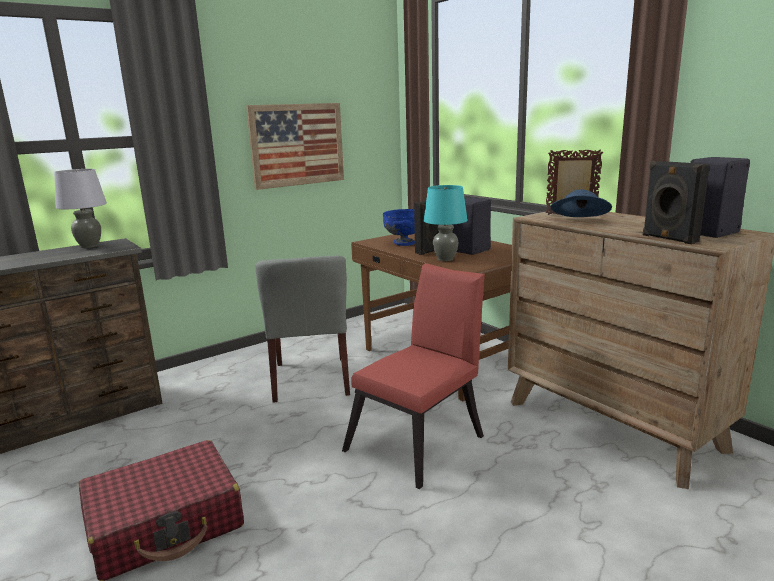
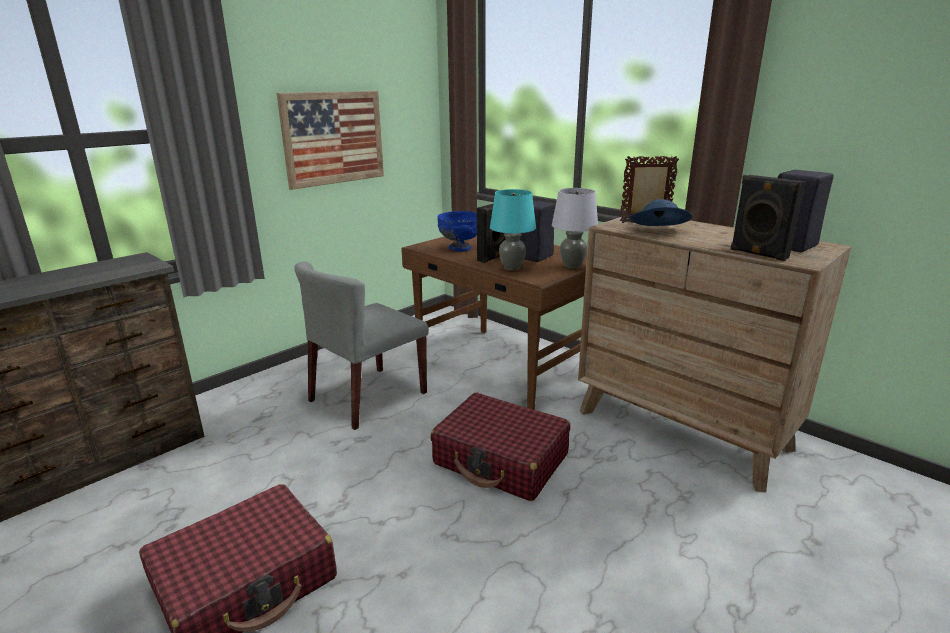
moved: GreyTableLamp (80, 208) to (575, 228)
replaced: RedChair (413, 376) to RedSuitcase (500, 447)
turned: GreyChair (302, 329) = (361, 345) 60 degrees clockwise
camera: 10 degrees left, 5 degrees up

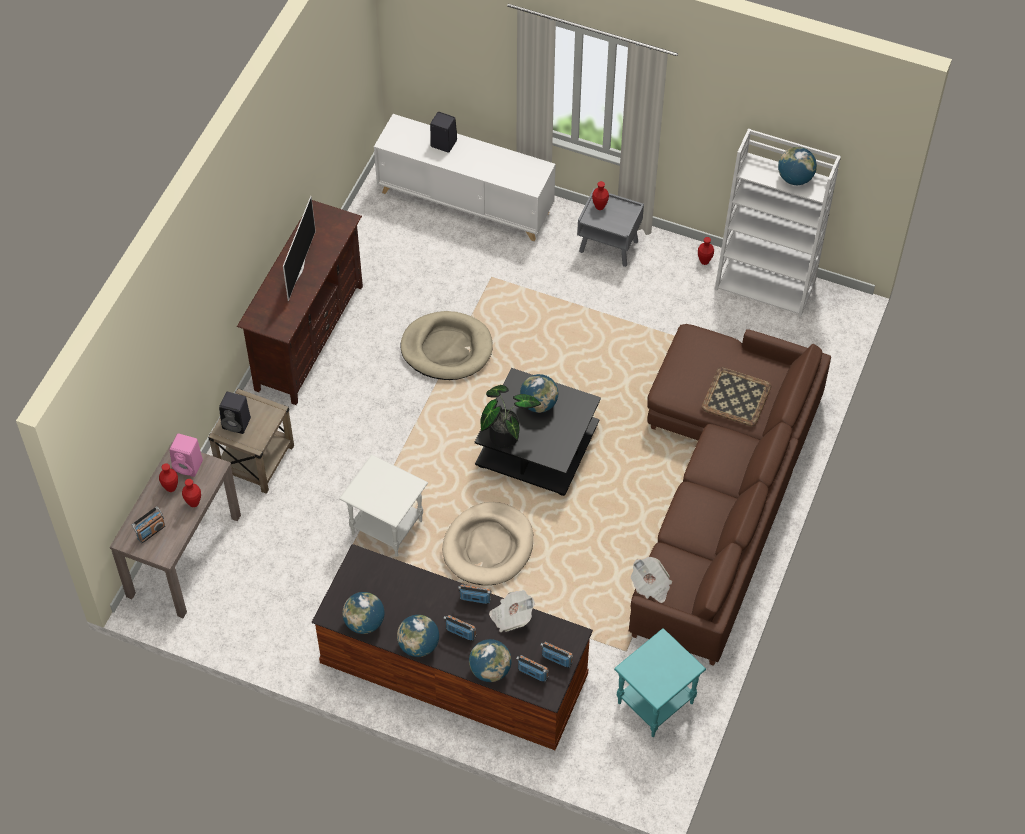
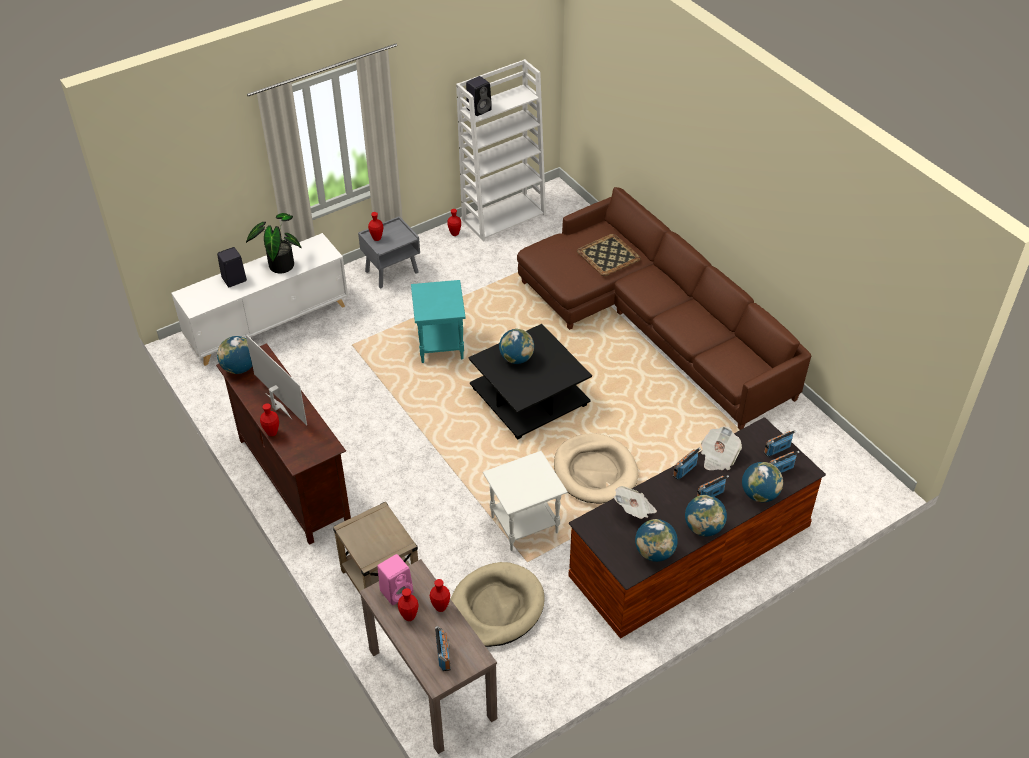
added: RedVase (269, 420)
moved: BlackSpeaker (235, 413) to (479, 96); BeigeDogBed (446, 345) to (498, 604); PottedPlant (511, 416) to (274, 243); TurquoiseSideTable (660, 682) to (438, 321); Newspaper (651, 580) to (635, 502); Globe (797, 166) to (234, 355)
camera: 55 degrees left, 10 degrees down

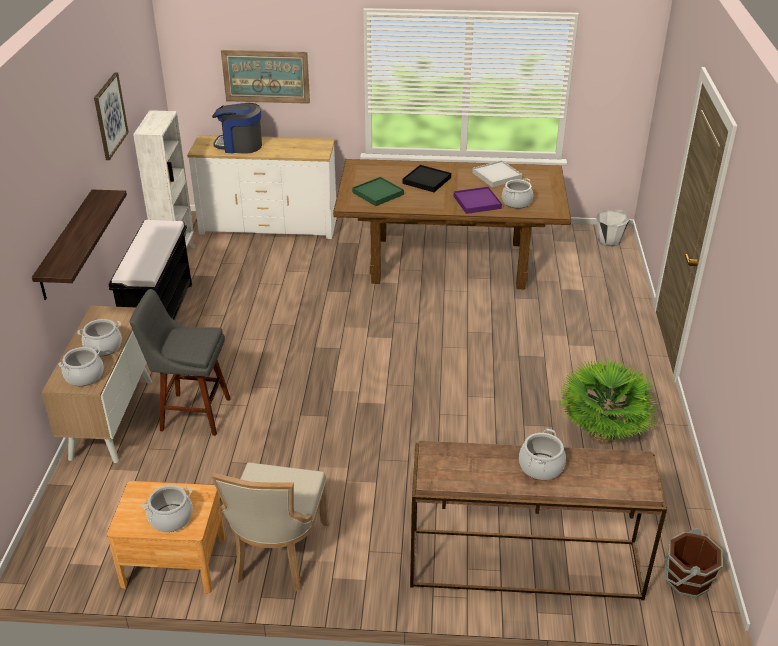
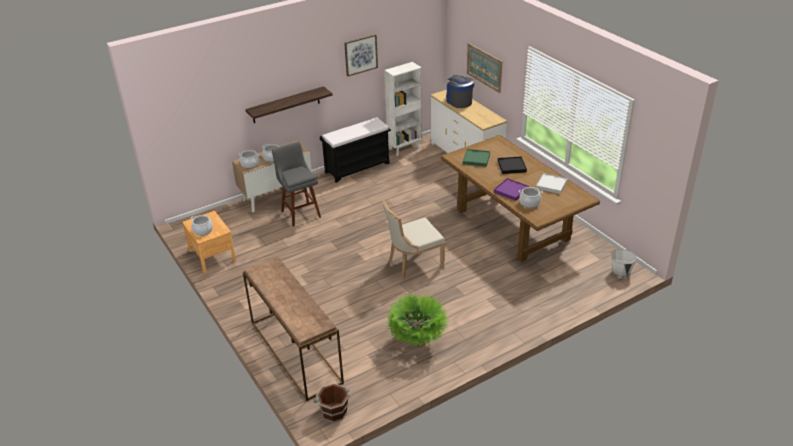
removed: CookingPot (542, 454)
moved: BeigeChair (271, 526) to (413, 239)
camera: 55 degrees right, 0 degrees up

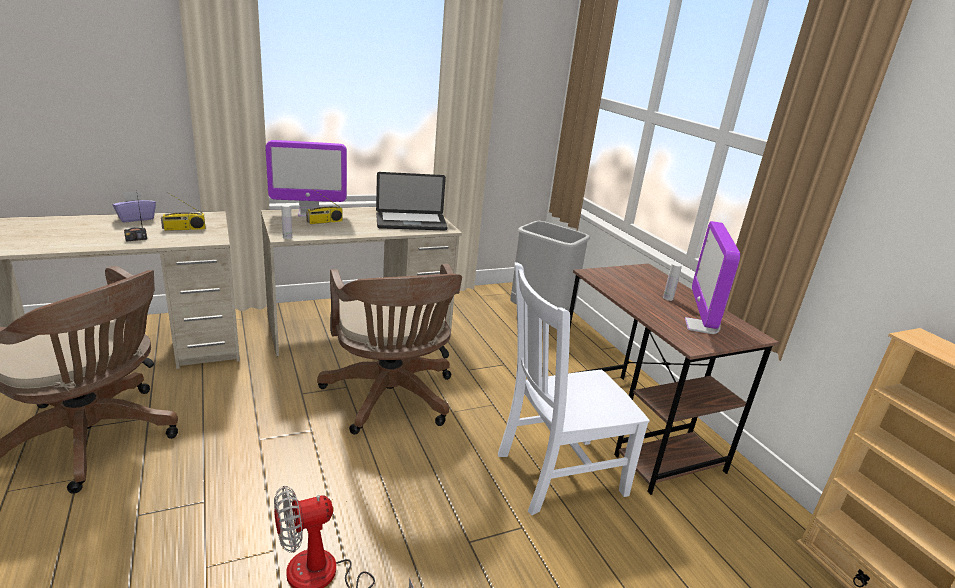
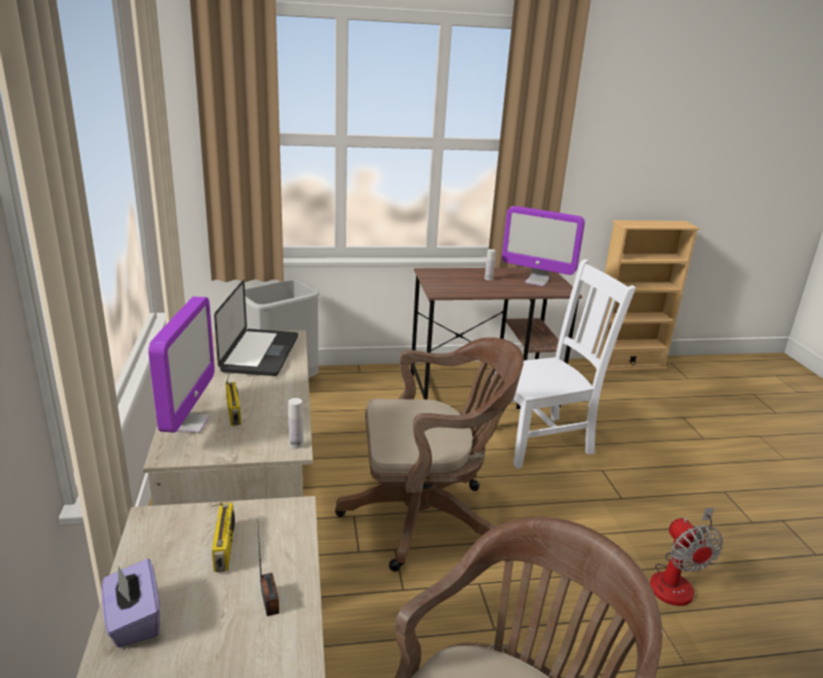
turned: WhiteChair (574, 388) = (563, 364) 105 degrees counterclockwise
camera: 75 degrees left, 0 degrees up

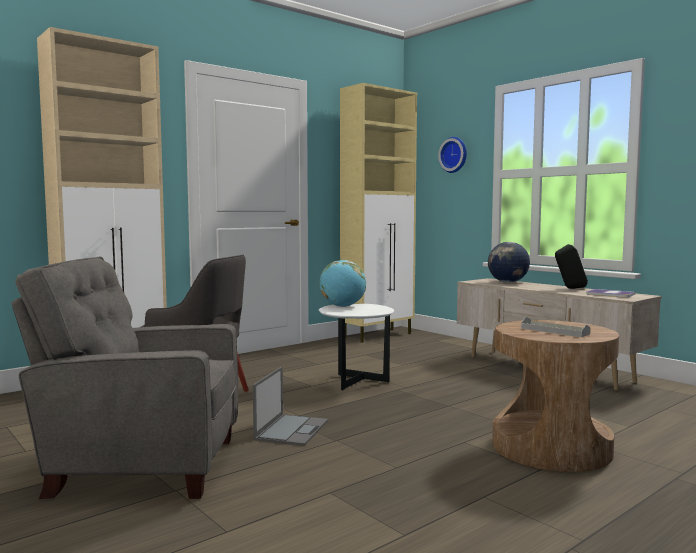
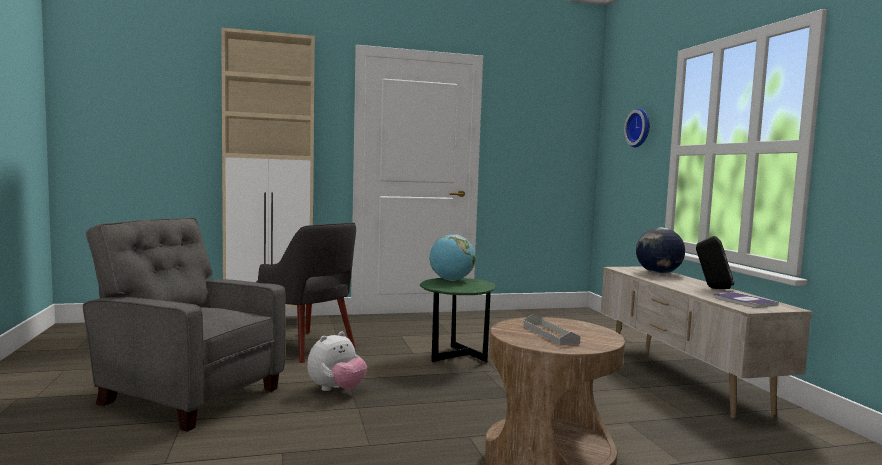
removed: BeigeCabinet (378, 213)
replaced: Laptop (290, 406) to PlushToy (337, 361)
recoloured: WhiteSideTable (356, 347) to GreenSideTable (457, 320)
camera: 25 degrees right, 0 degrees up

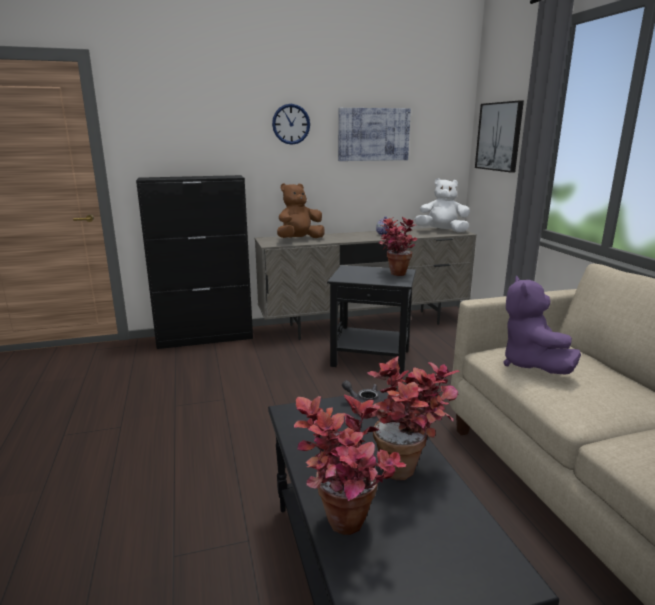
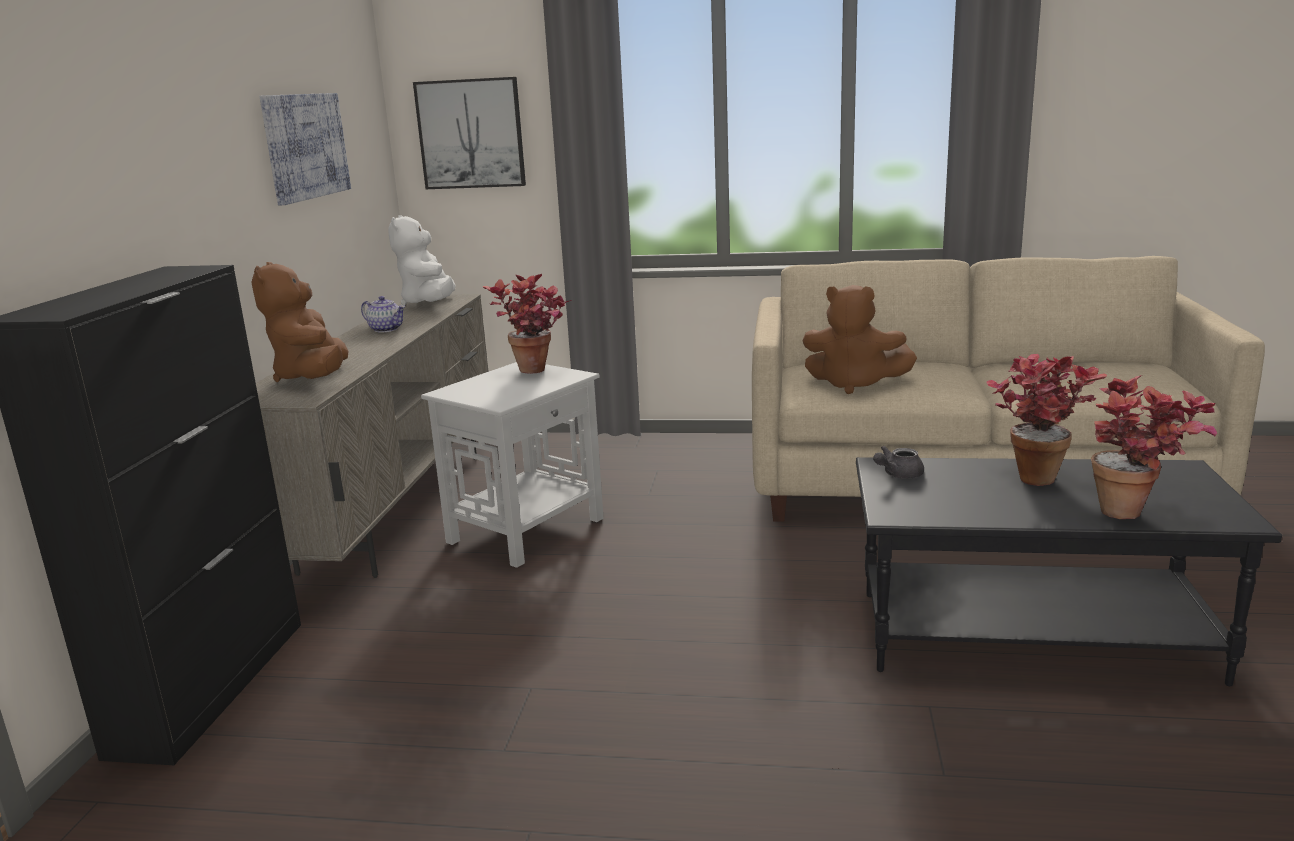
removed: WallClock (291, 124)
recoloured: BlackSideTable (371, 319) to WhiteSideTable (512, 465); PurplePlushToy (542, 325) to BrownPlushToy (859, 339)
turned: WhitePlushToy (442, 205) = (422, 260) 45 degrees counterclockwise
camera: 65 degrees left, 0 degrees up

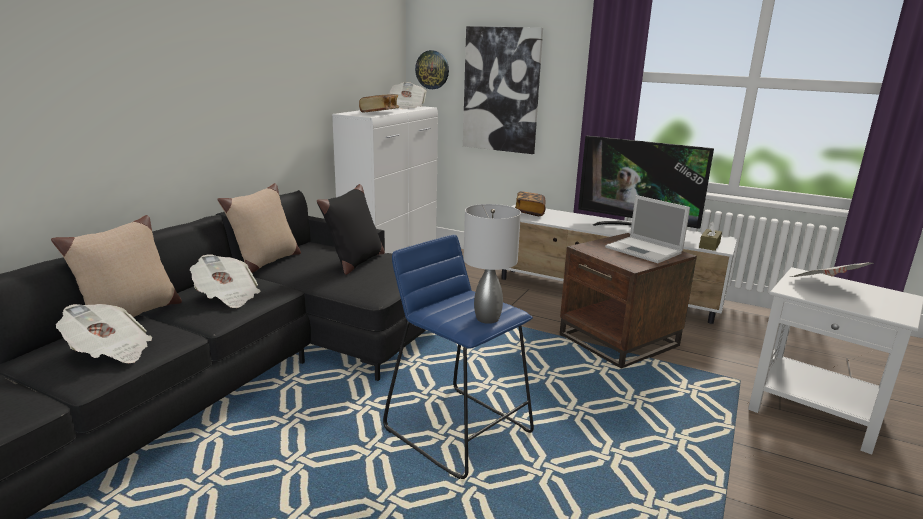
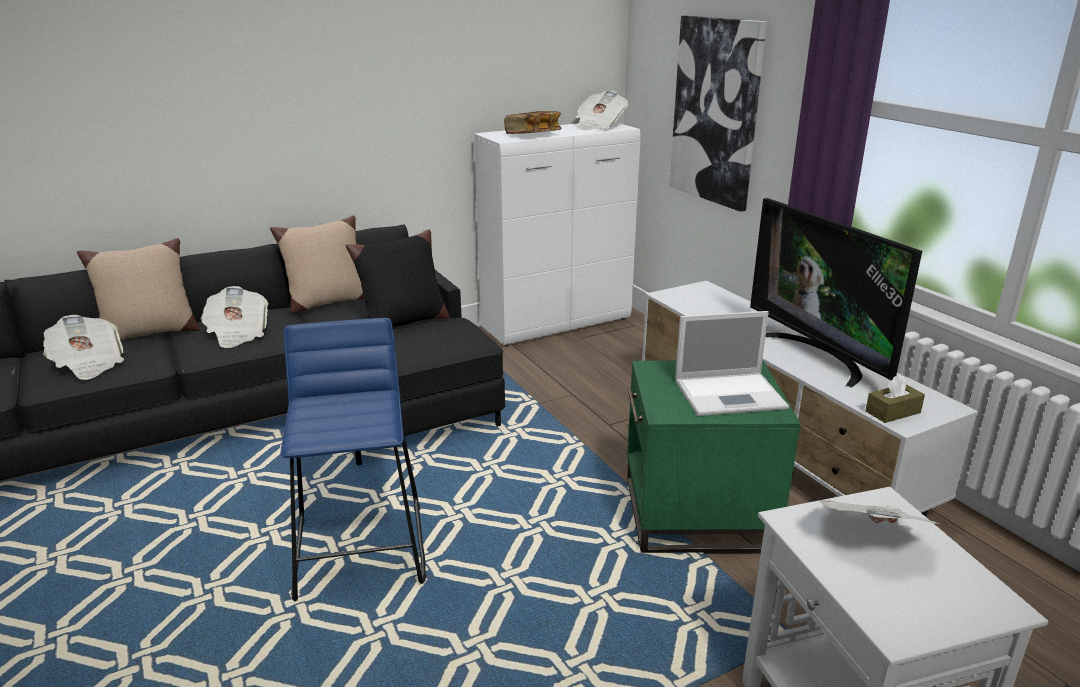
removed: WallClock (432, 69); GreyTableLamp (492, 264); Book (530, 203)
recoloured: BrownSideTable (628, 301) to GreenSideTable (714, 457)
turned: Laptop (647, 229) = (732, 363) 90 degrees counterclockwise
camera: 35 degrees right, 5 degrees up

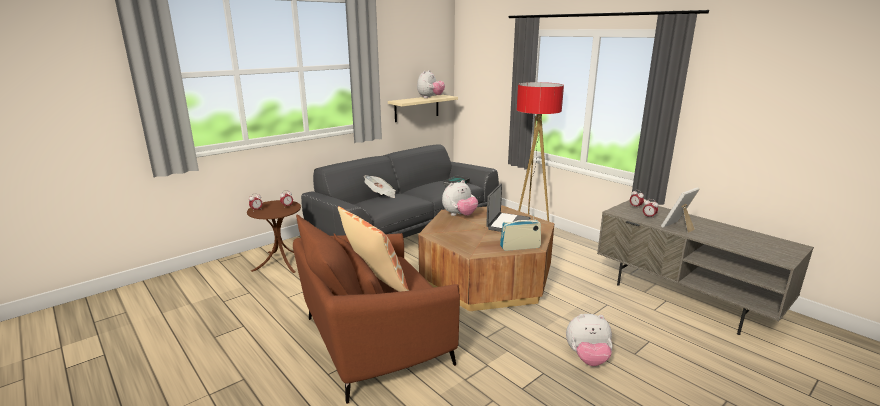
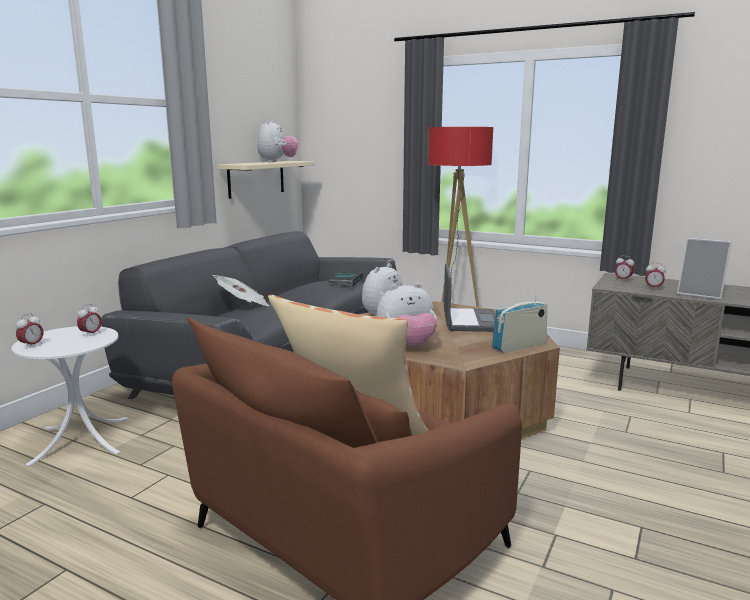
moved: PlushToy (589, 340) to (407, 314)
recoloured: BrownSideTable (274, 236) to WhiteSideTable (70, 396)
turned: PictureFrame (680, 210) = (704, 269) 90 degrees counterclockwise
camera: 20 degrees left, 5 degrees down

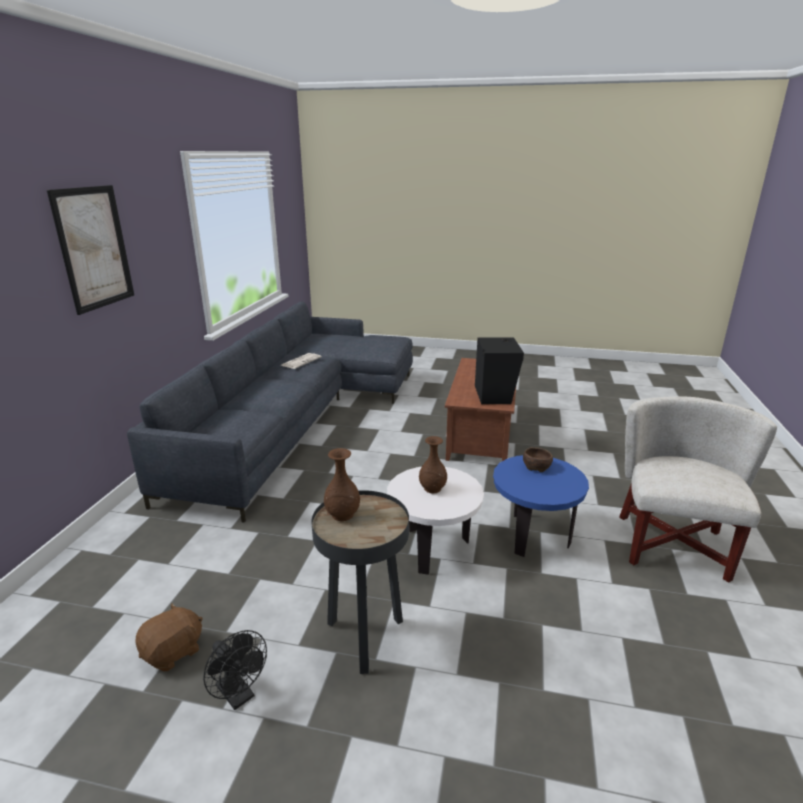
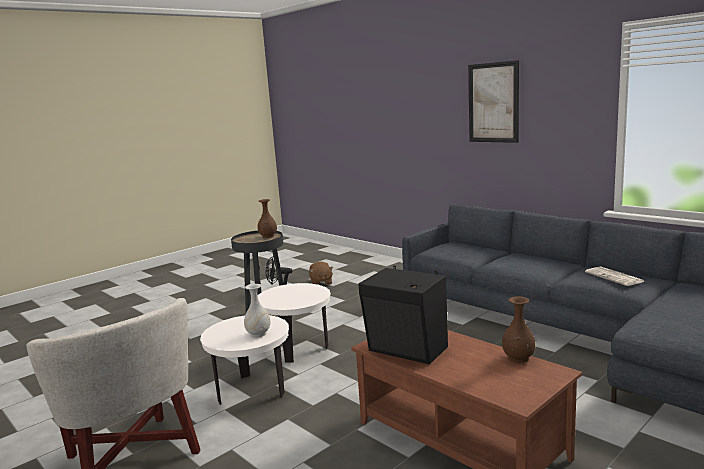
moved: BrownVase (433, 464) to (518, 329)
replaced: BrownBowl (538, 459) to WhiteVase (257, 311)
recoloured: BlueSideTable (541, 506) to WhiteSideTable (244, 360)
camera: 125 degrees right, 10 degrees down

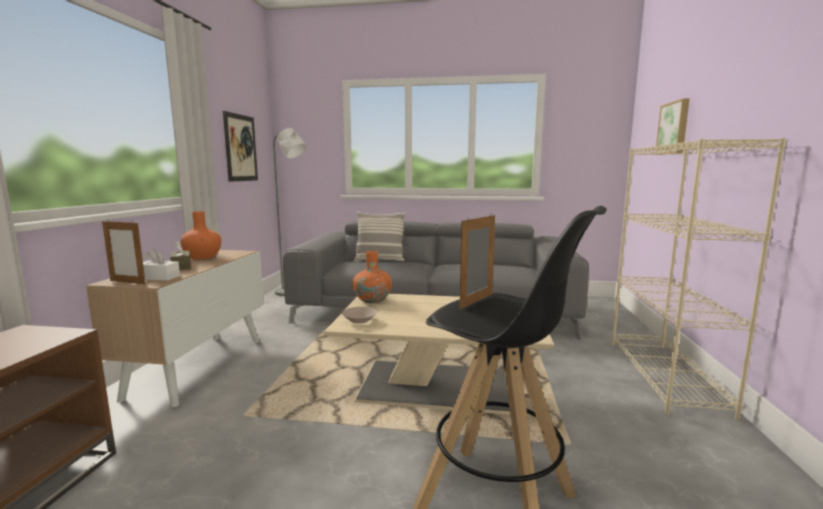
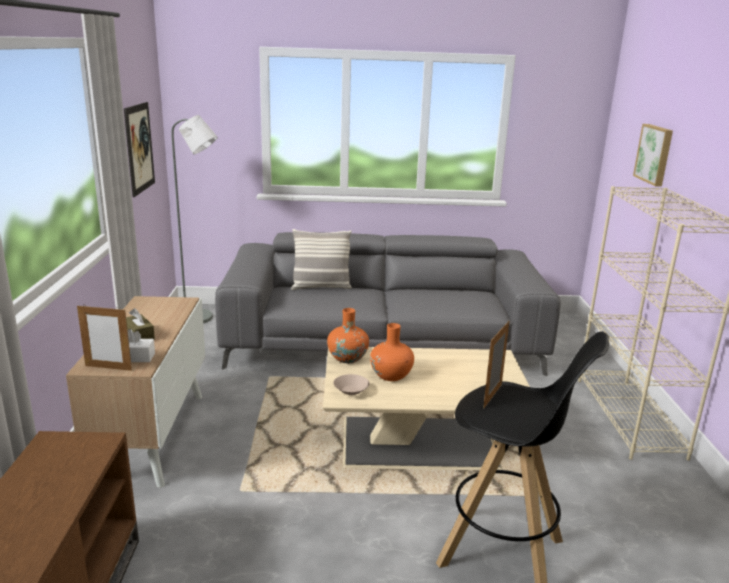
moved: OrangeVase (200, 235) to (392, 352)
camera: 10 degrees left, 10 degrees up

